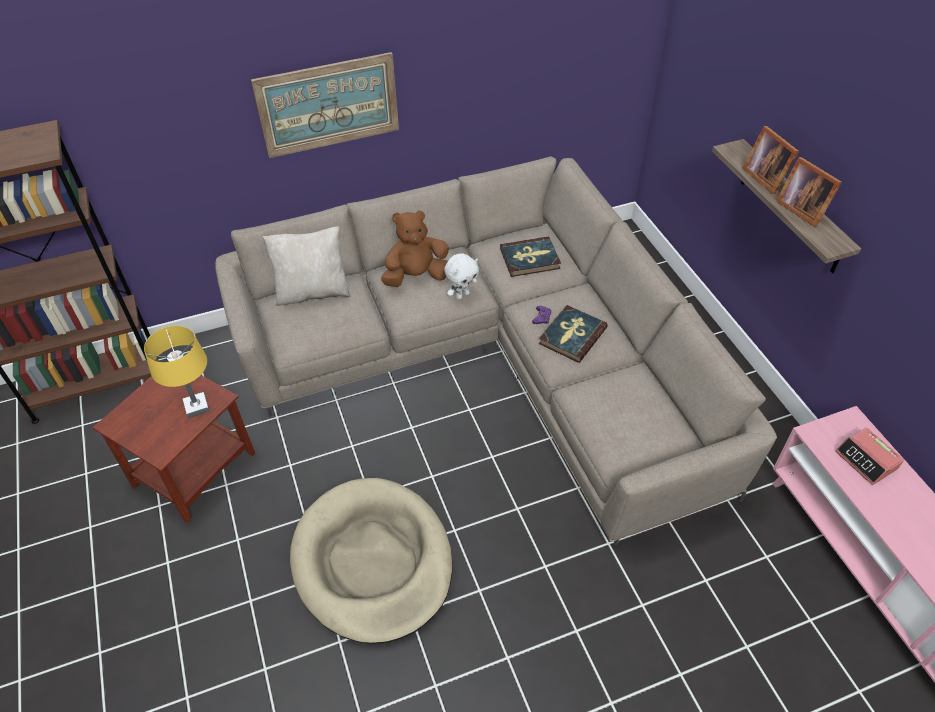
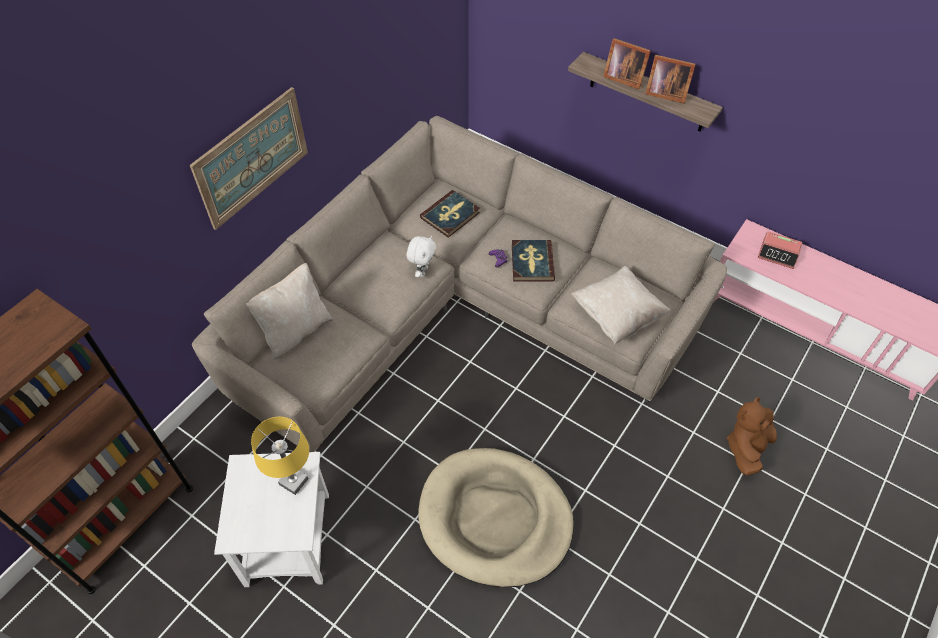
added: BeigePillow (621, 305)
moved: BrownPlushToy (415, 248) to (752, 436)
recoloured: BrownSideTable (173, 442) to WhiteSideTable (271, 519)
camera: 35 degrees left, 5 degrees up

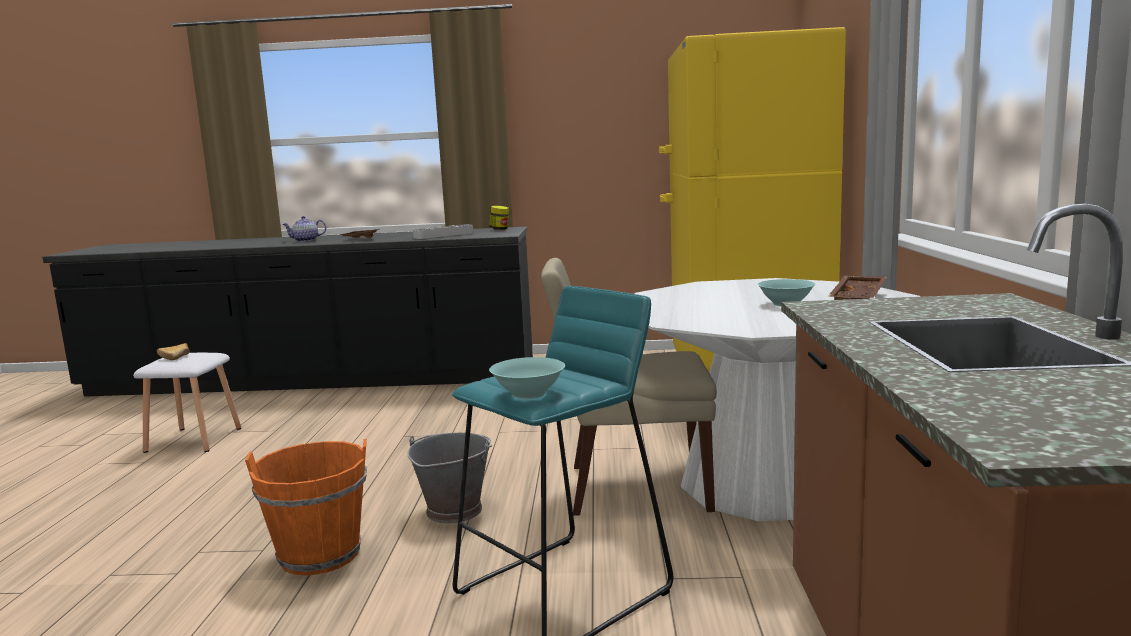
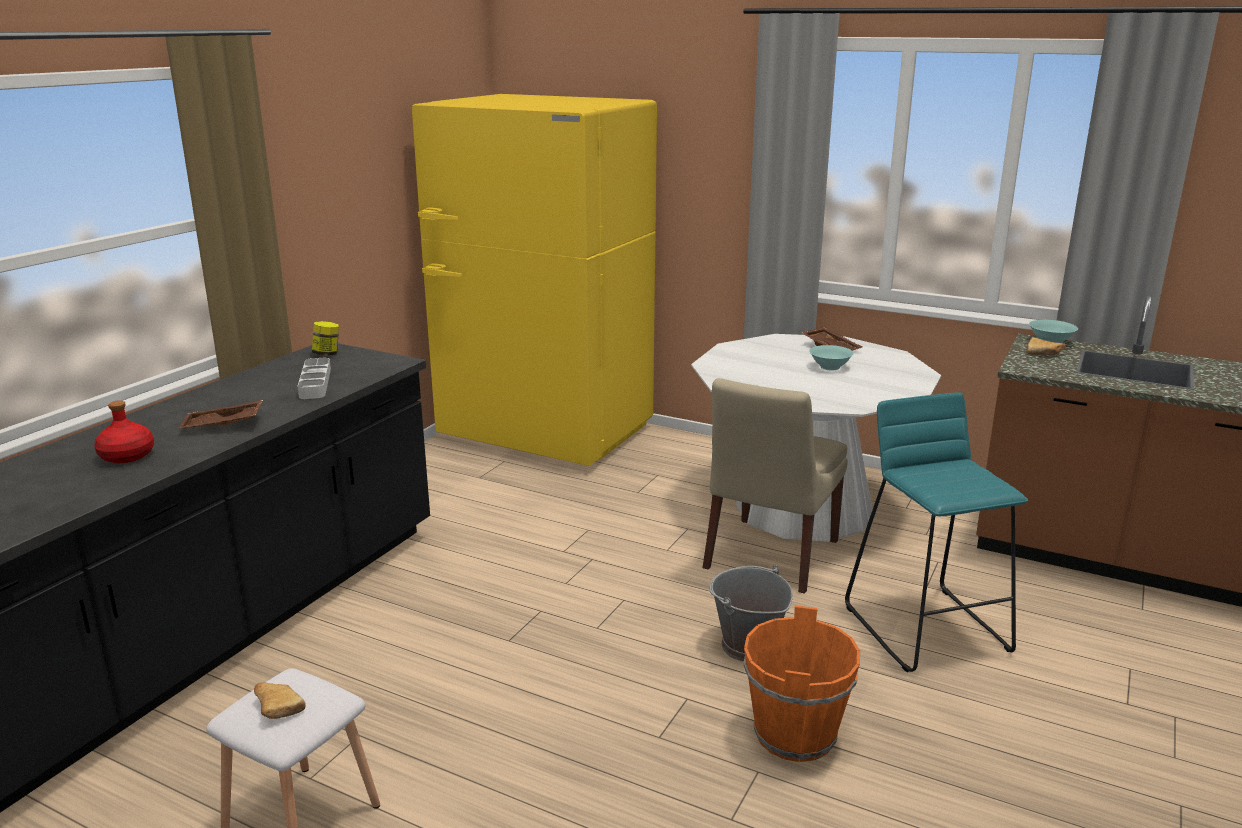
added: Bread (1046, 346)
moved: TurquoiseBowl (527, 378) to (1053, 331)
replaced: Teapot (304, 229) to RedBottle (124, 431)
camera: 65 degrees left, 10 degrees up

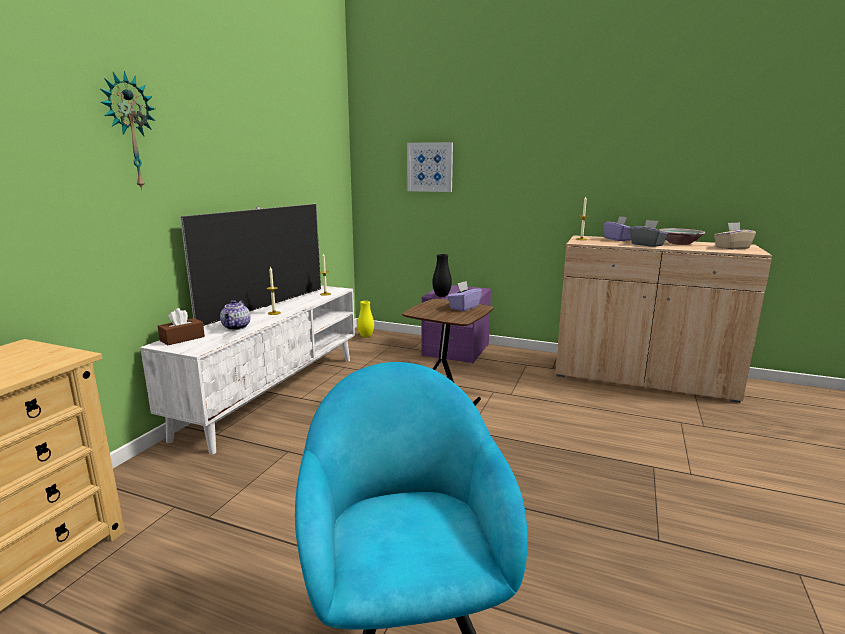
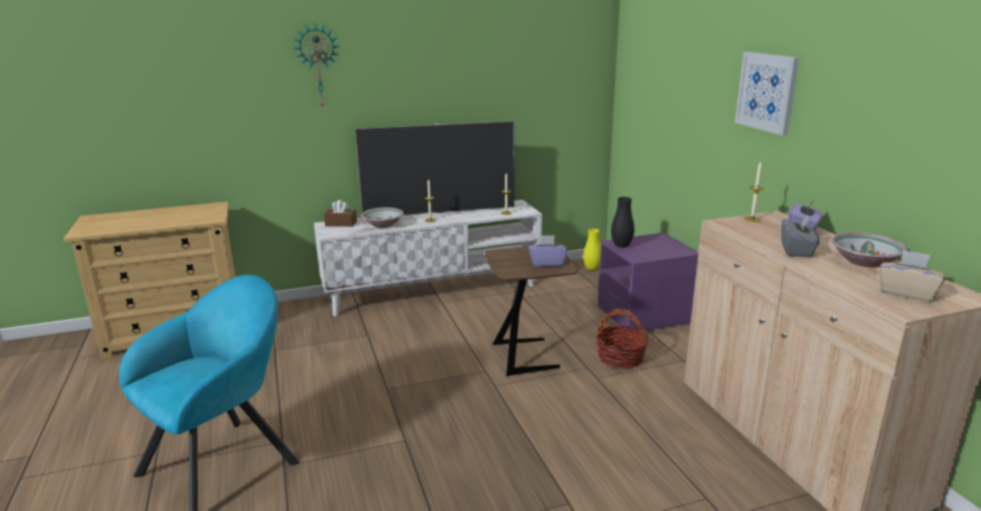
added: Basket (622, 339)
moved: Picture (430, 167) to (767, 93)
replaced: Teapot (235, 315) to Bowl (382, 217)
camera: 50 degrees right, 5 degrees up

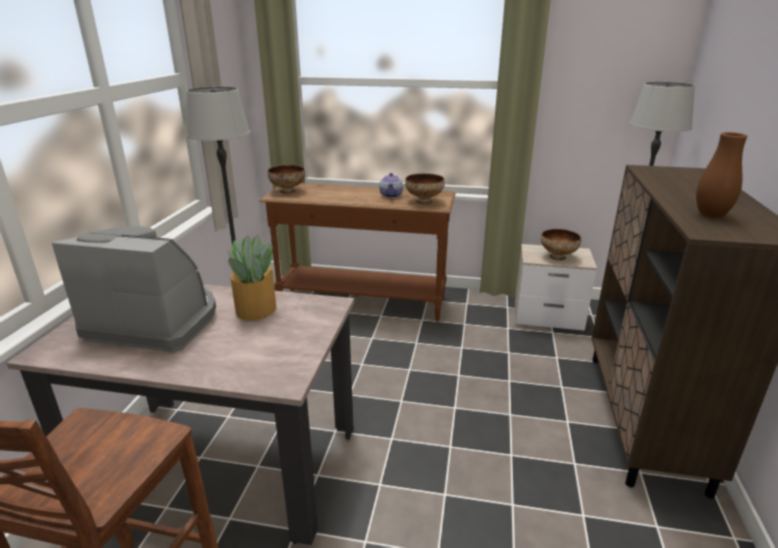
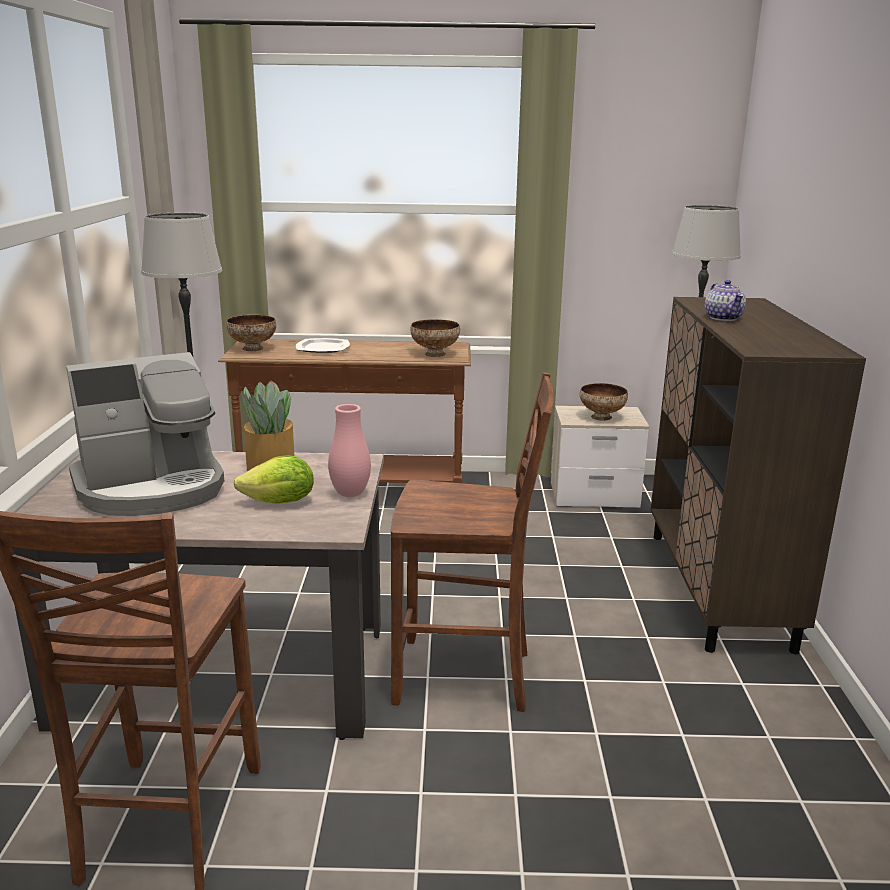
removed: BrownVase (721, 175)
added: Lettuce (274, 479); Plate (323, 345); PinkVase (349, 450); BrownChair (472, 542)
moved: Teapot (391, 185) to (725, 300)
turned: CoffeeMachine (134, 289) = (145, 434) 150 degrees clockwise
camera: 10 degrees left, 5 degrees down

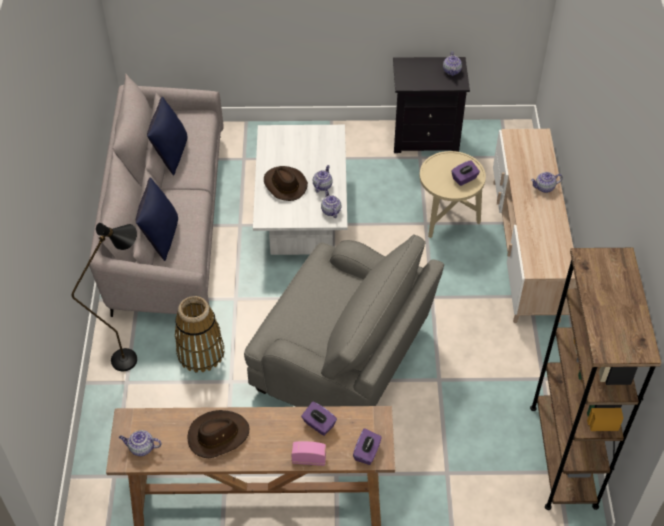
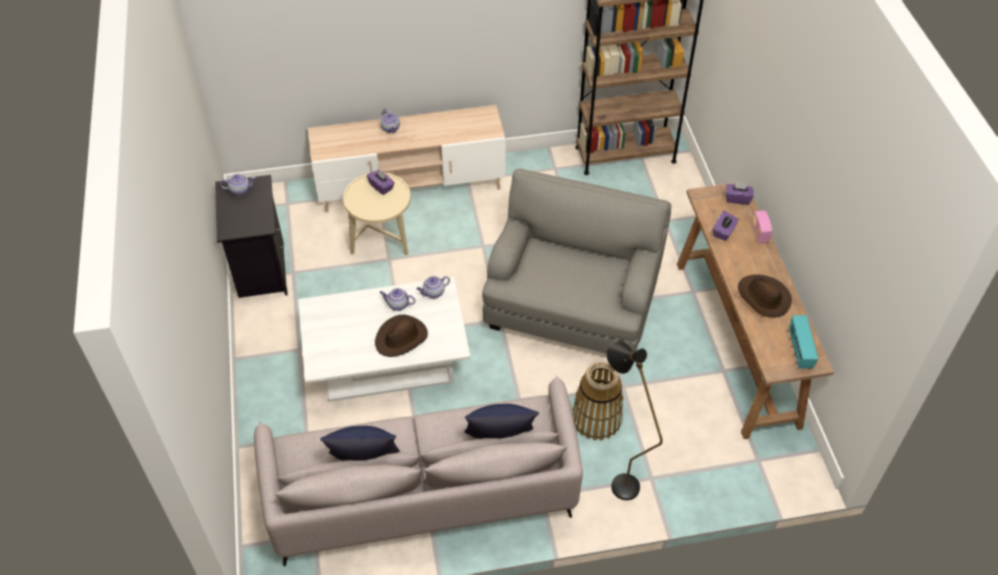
replaced: Teapot (140, 443) to Radio (803, 342)
camera: 100 degrees left, 0 degrees up

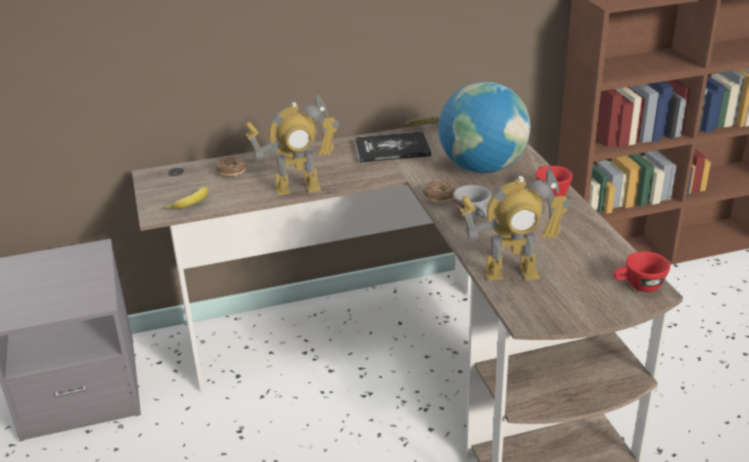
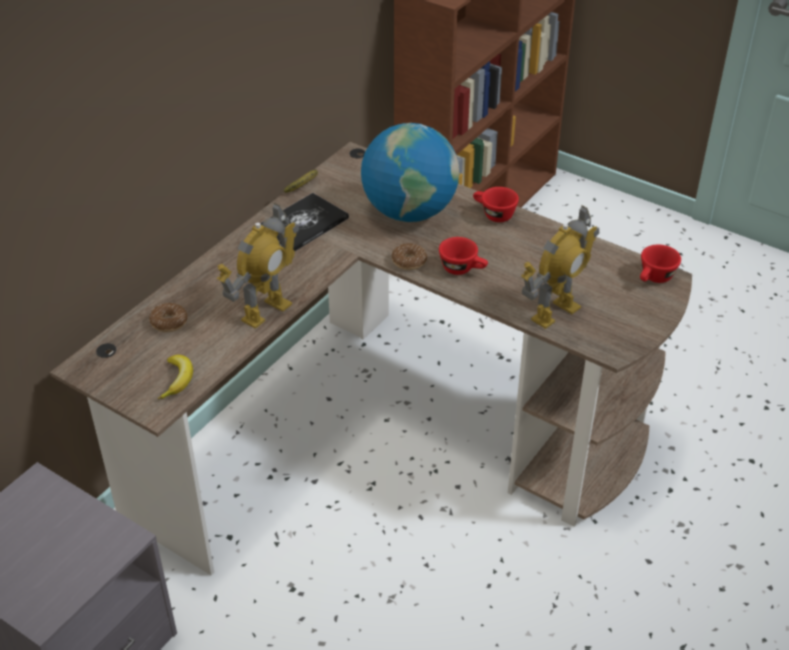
recoloured: GreyCup (472, 202) to RedCup (463, 256)
camera: 40 degrees left, 10 degrees up

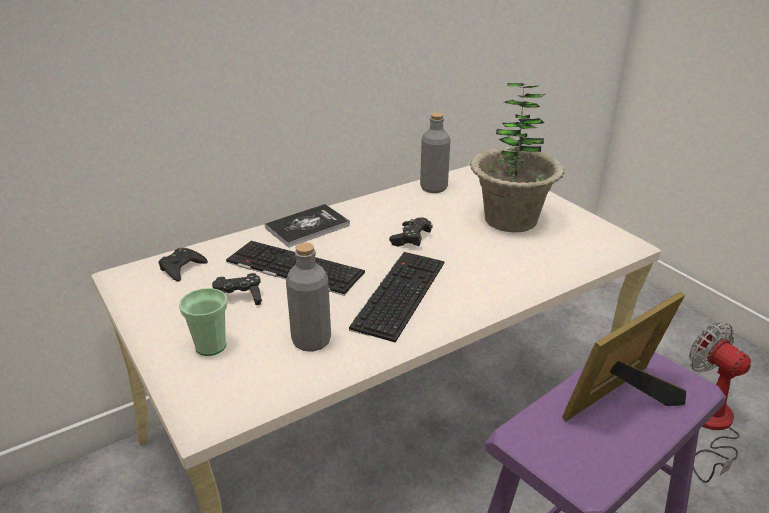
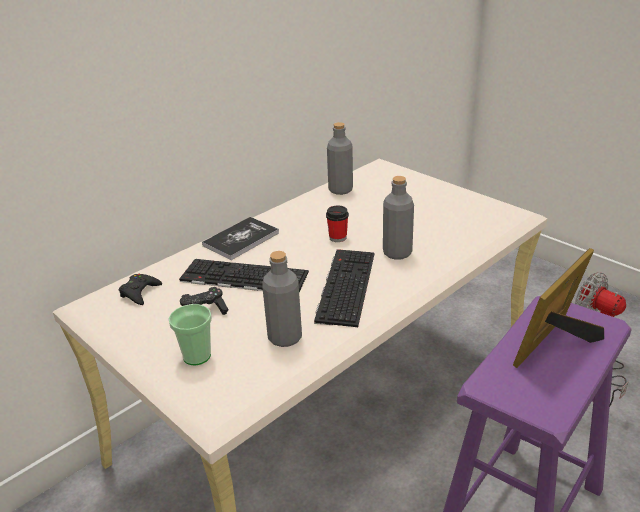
removed: PottedPlant (517, 157)
added: GreyBottle (398, 218)
replaced: BlackGameController (411, 232) to Cup (337, 223)
camera: 10 degrees left, 0 degrees up

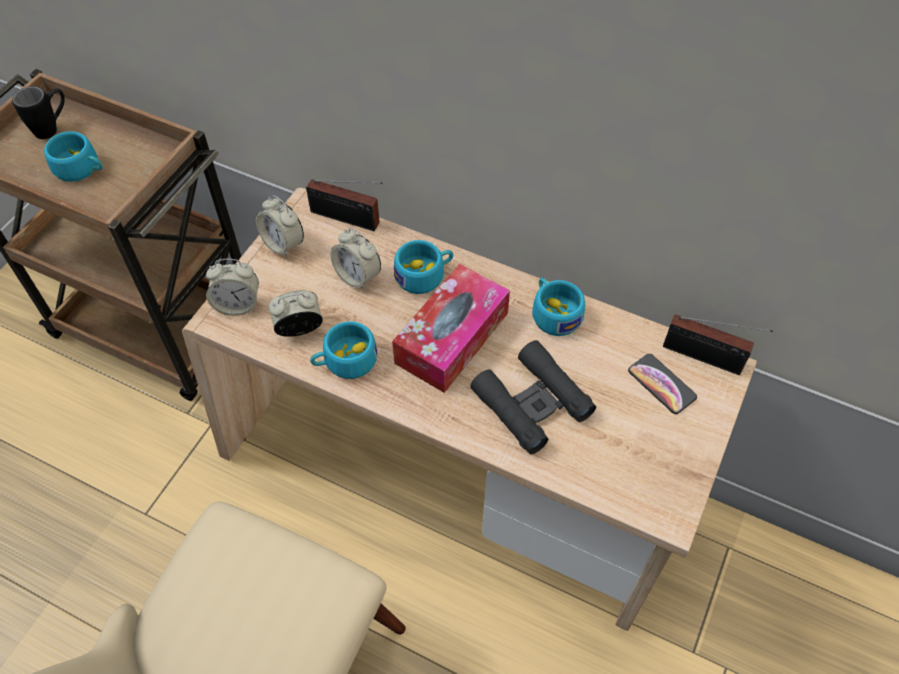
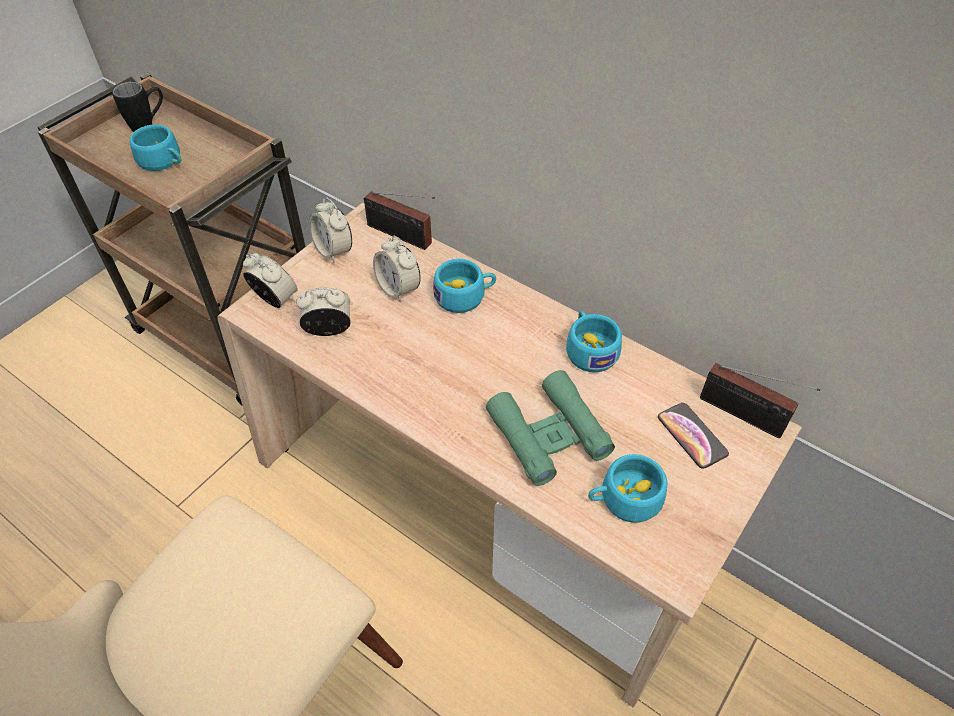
removed: TissueBox (451, 328)
moved: TurquoiseCup (344, 350) to (628, 488)
recoloured: BlackBinoculars (533, 397) to GreenBinoculars (550, 428)
turned: AlarmClock (232, 287) = (270, 280) 150 degrees counterclockwise
camera: 10 degrees right, 5 degrees down

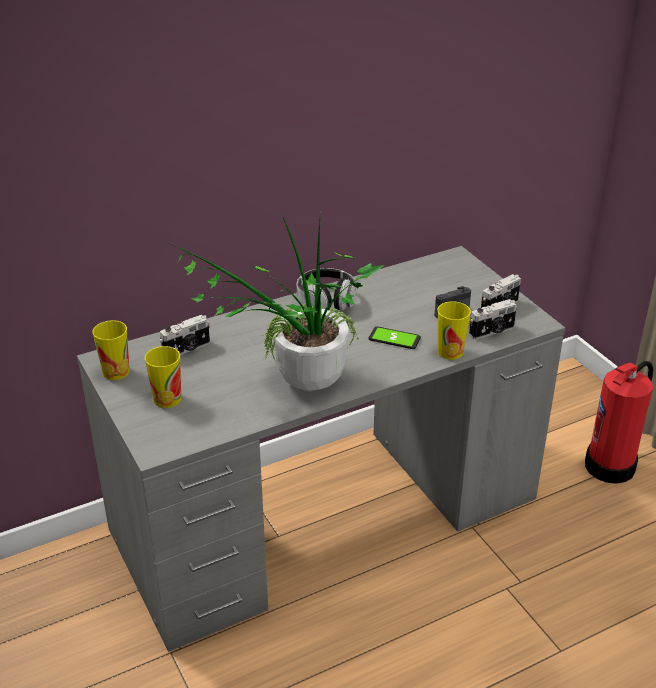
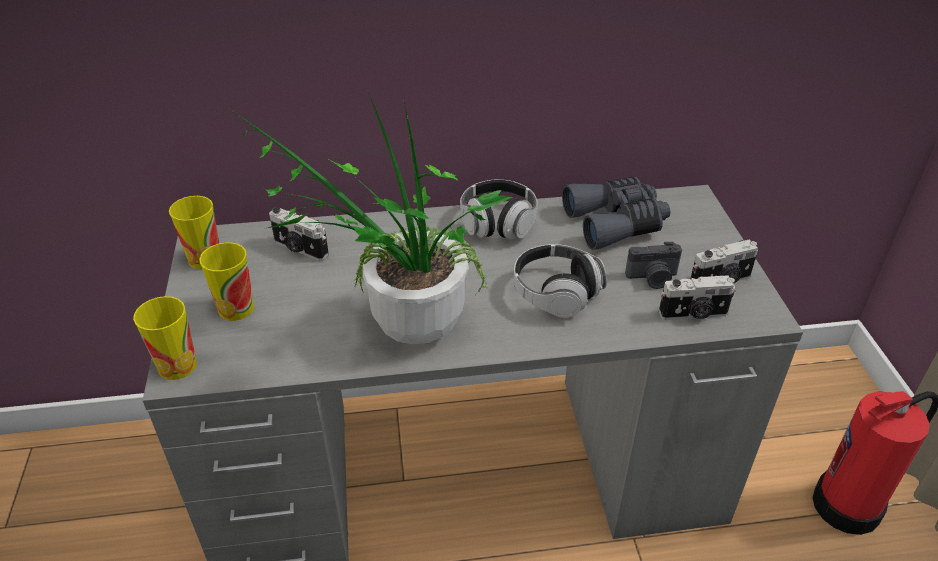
added: GreyBinoculars (616, 213)
moved: Cup (454, 330) to (165, 338)
replaced: Phone (395, 337) to Headphones (560, 281)
turned: PhotoCamera (185, 335) = (299, 234) 45 degrees clockwise
camera: 20 degrees right, 5 degrees up

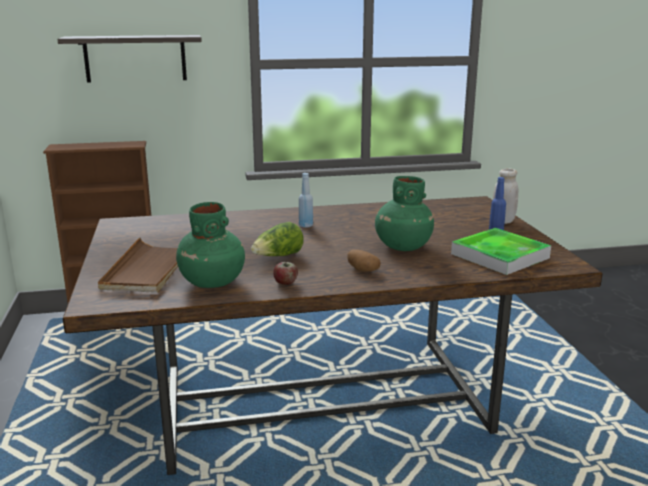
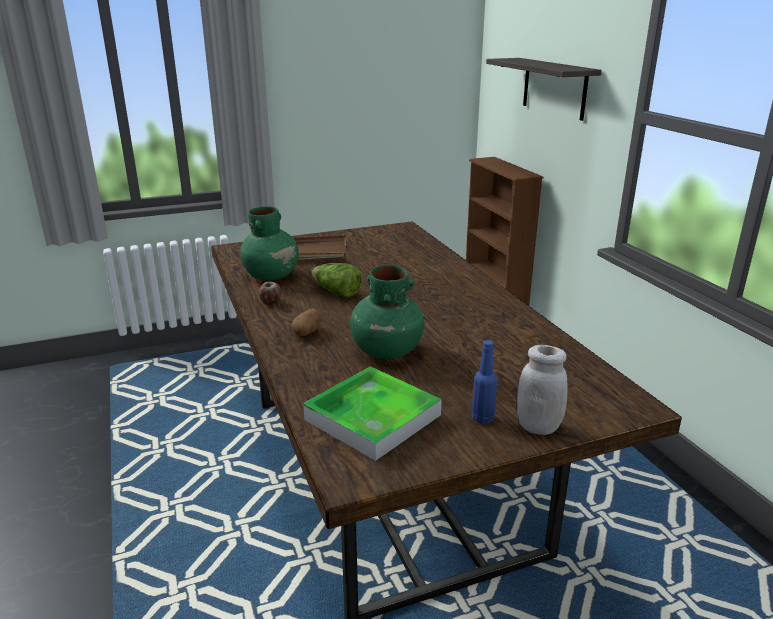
removed: BlueBottle (306, 200)
camera: 80 degrees right, 5 degrees up

